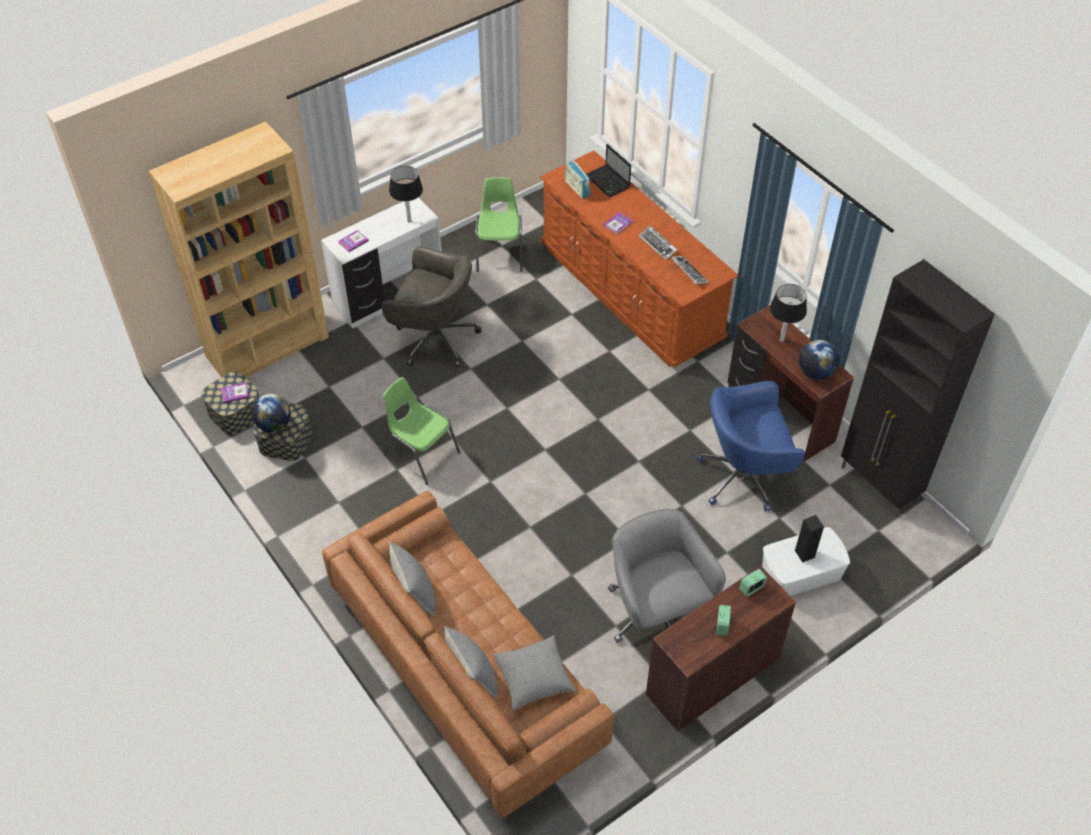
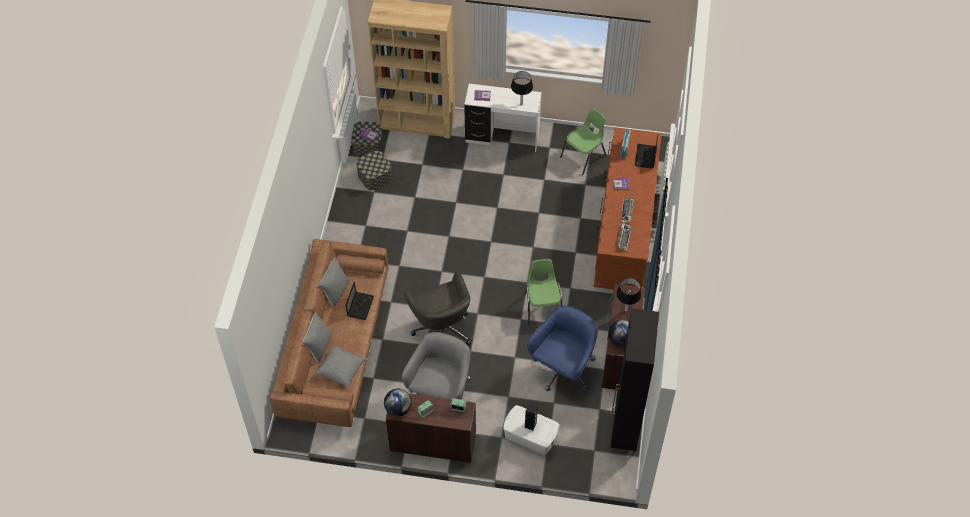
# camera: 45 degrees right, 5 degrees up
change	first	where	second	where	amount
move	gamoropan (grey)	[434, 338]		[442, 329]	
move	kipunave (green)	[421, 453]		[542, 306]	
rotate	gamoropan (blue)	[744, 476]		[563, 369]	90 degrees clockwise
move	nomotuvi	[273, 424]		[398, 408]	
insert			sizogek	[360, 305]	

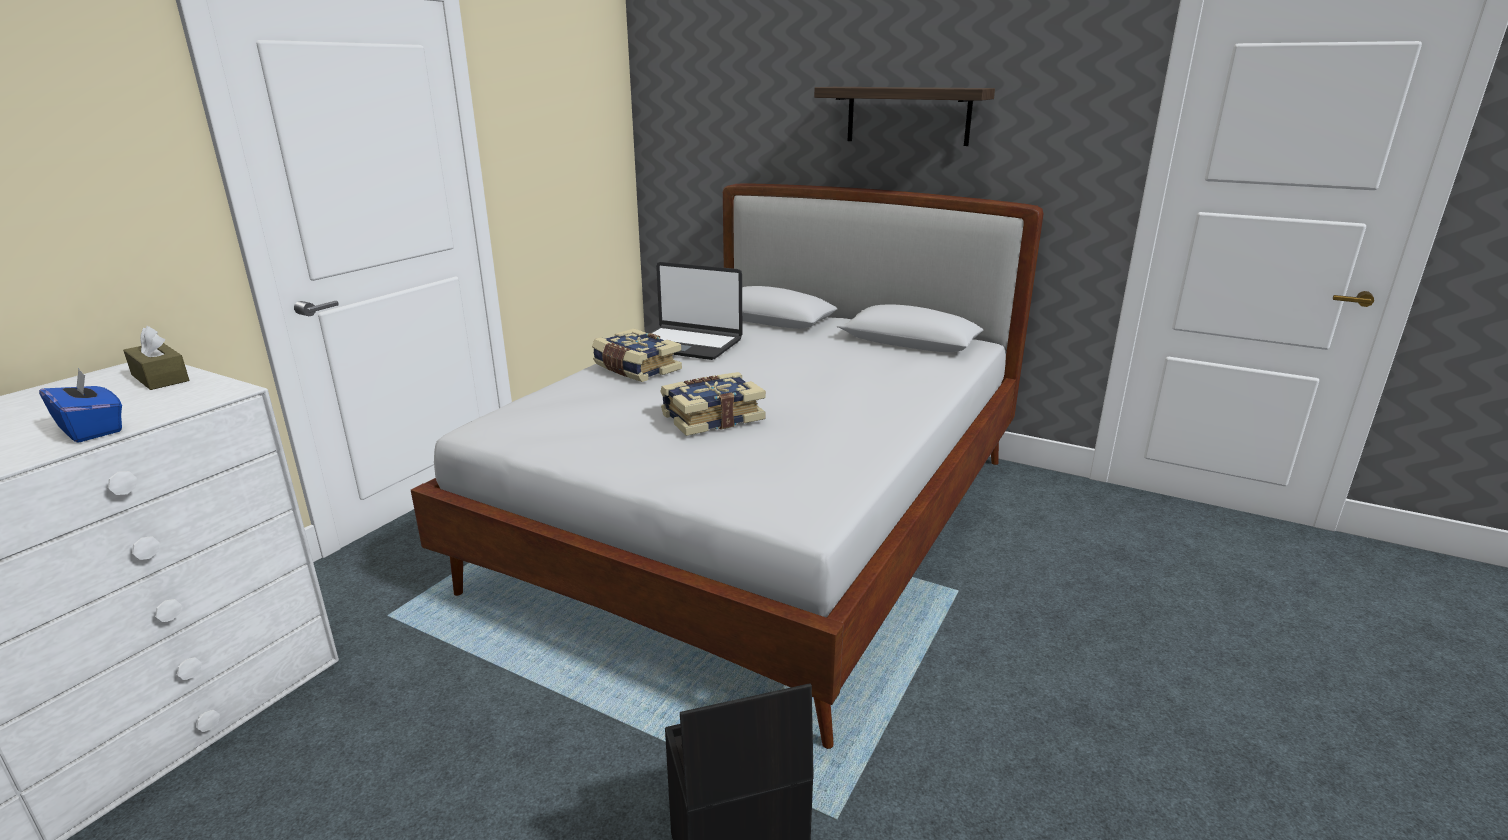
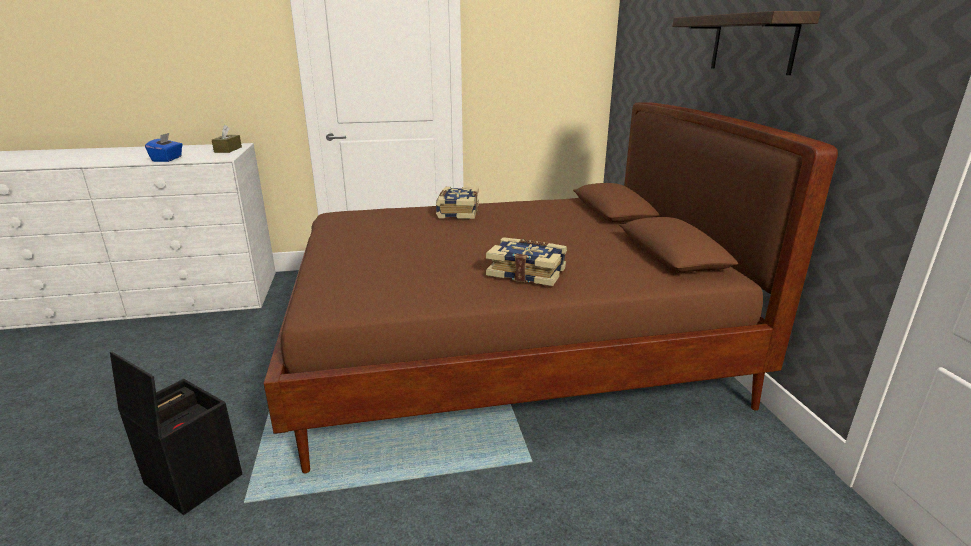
# camera: 50 degrees right, 0 degrees up
change	first	where	second	where	amount
recolor	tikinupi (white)	[766, 522]	tikinupi (brown)	[506, 351]	
delete	sizogek	[687, 344]			
move	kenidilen	[712, 417]		[527, 272]	

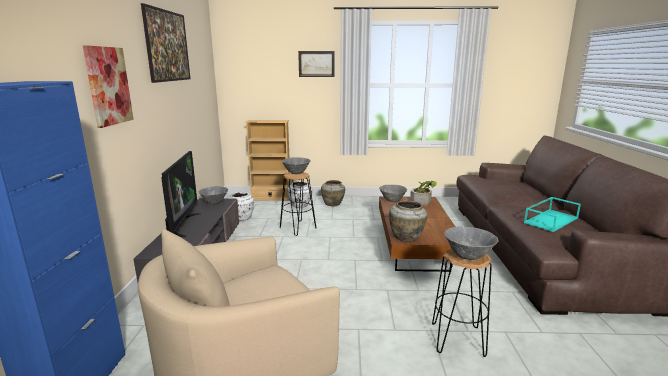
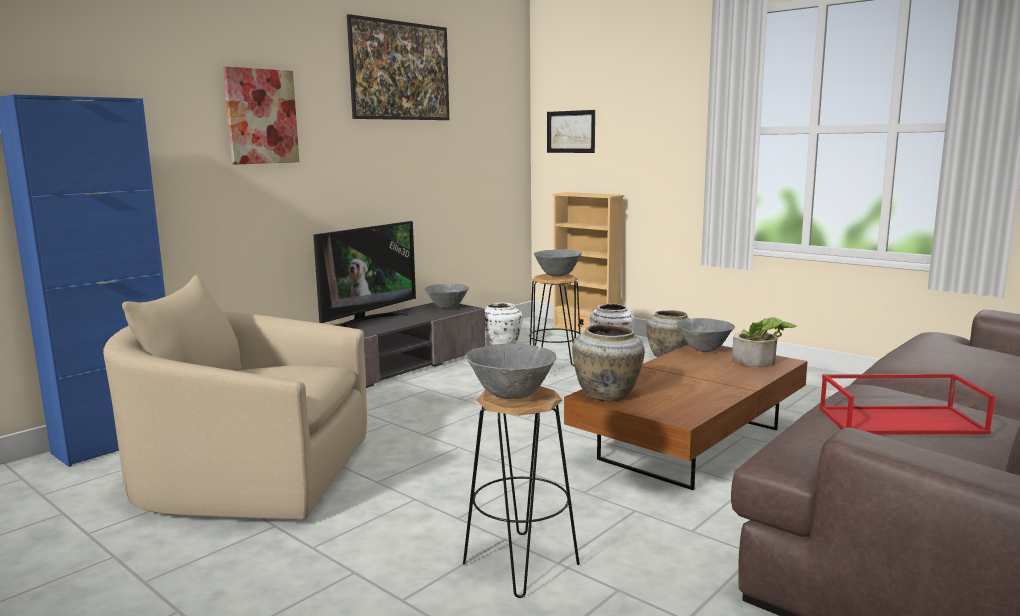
# camera: 40 degrees right, 5 degrees down
change	first	where	second	where	amount
move	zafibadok	[316, 64]		[571, 131]	
recolor	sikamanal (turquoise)	[550, 220]	sikamanal (red)	[901, 420]	

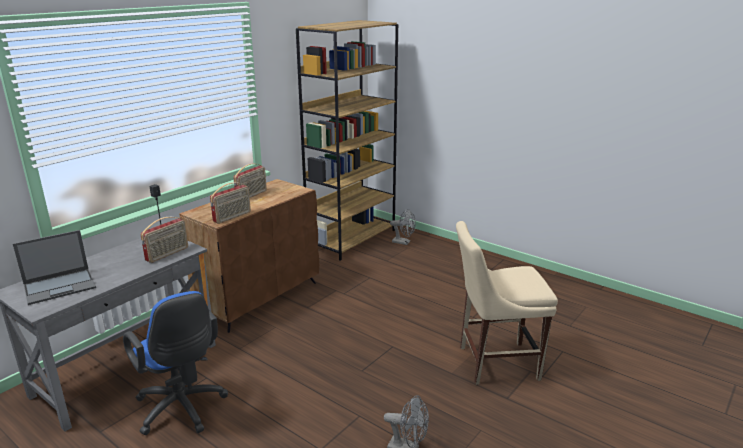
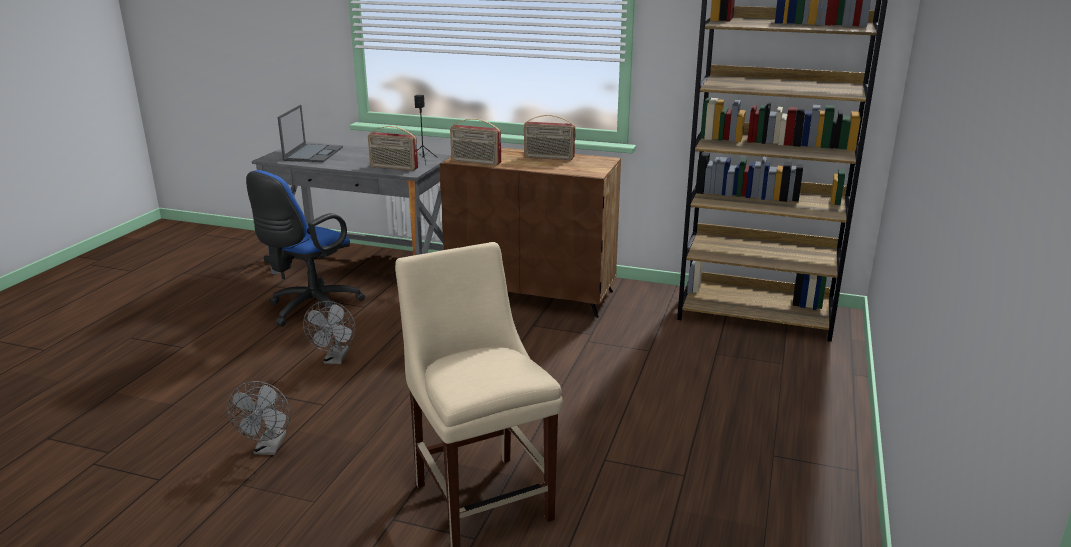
# camera: 70 degrees right, 0 degrees up
change	first	where	second	where	amount
move	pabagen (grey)	[403, 242]		[335, 360]	
rotate	sizogek	[60, 286]		[313, 153]	120 degrees counterclockwise

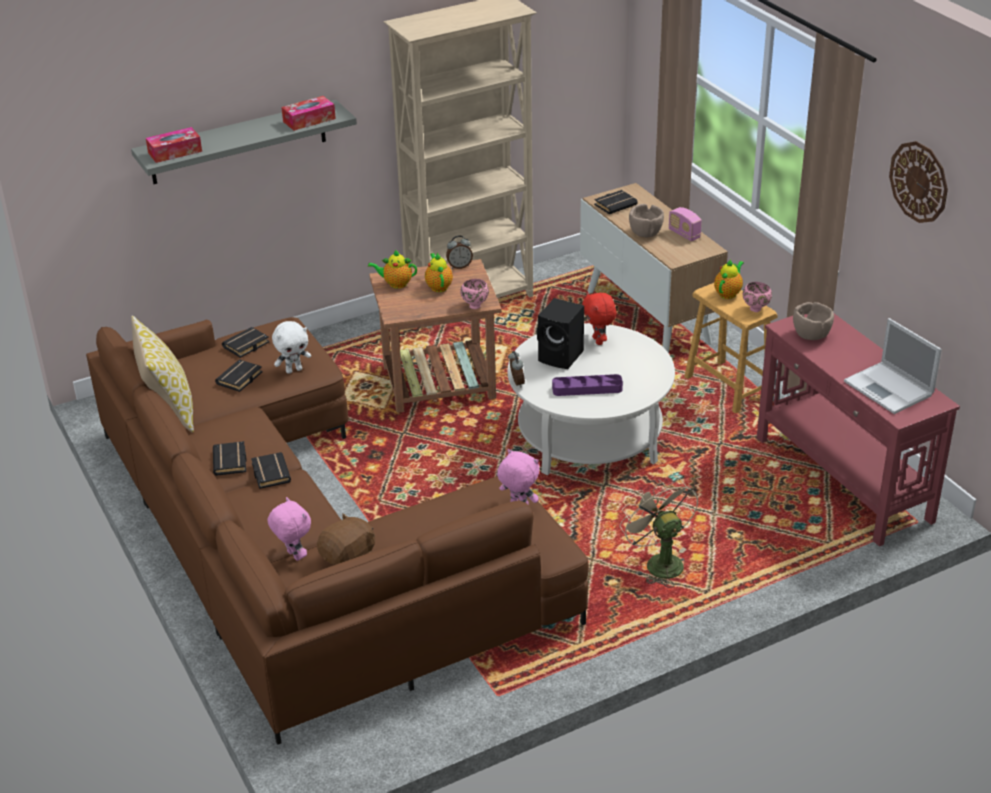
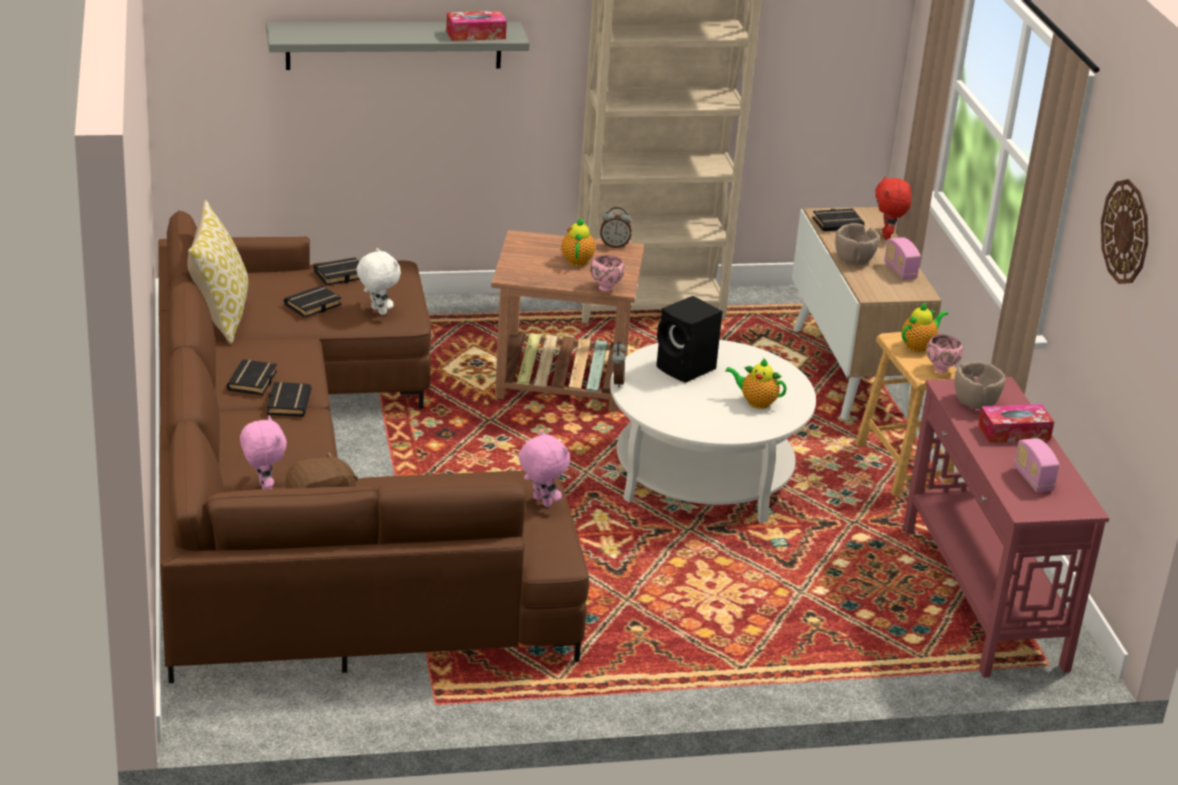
# camera: 15 degrees right, 5 degrees down
change	first	where	second	where	amount
move	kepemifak	[175, 152]		[1014, 432]	
move	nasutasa	[395, 284]		[756, 402]	
move	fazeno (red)	[599, 341]		[887, 236]	
replace	sizogek	[889, 389]	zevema	[1033, 479]	
rotate	fazeno (white)	[294, 370]		[377, 311]	120 degrees counterclockwise
delete	sikamanal (purple)	[587, 388]			
delete	pabagen (beige)	[658, 562]			

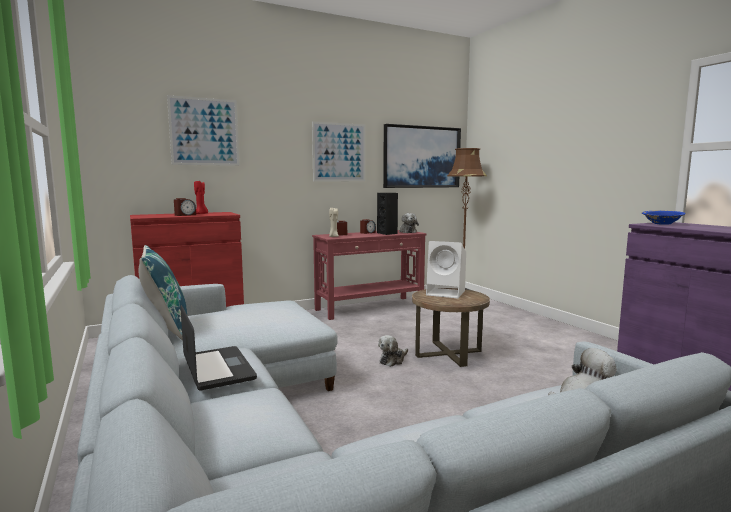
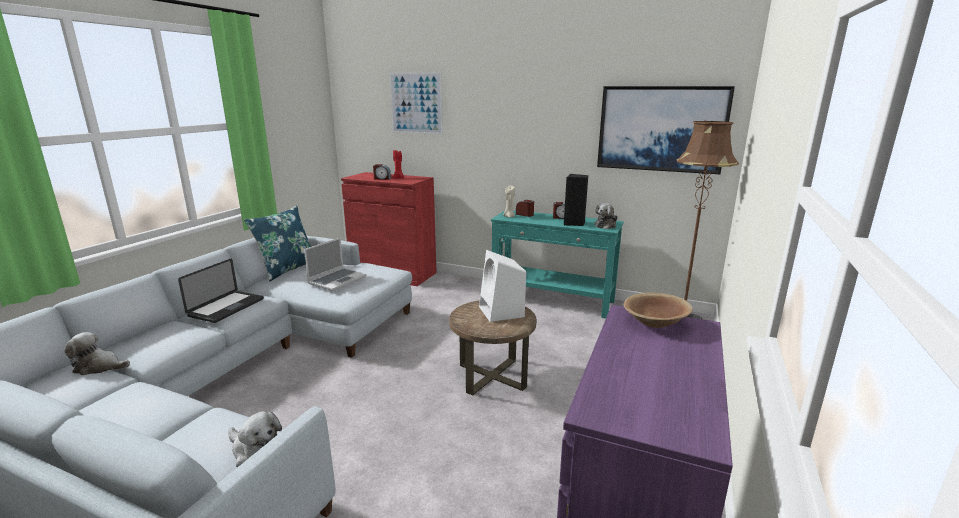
# camera: 50 degrees right, 10 degrees up
change	first	where	second	where	amount
delete	zafibadok	[339, 152]			
recolor	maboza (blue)	[662, 224]	maboza (brown)	[654, 322]	
recolor	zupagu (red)	[370, 308]	zupagu (turquoise)	[552, 300]	
move	fazeno	[393, 360]		[99, 367]	
insert			sizogek	[337, 280]	

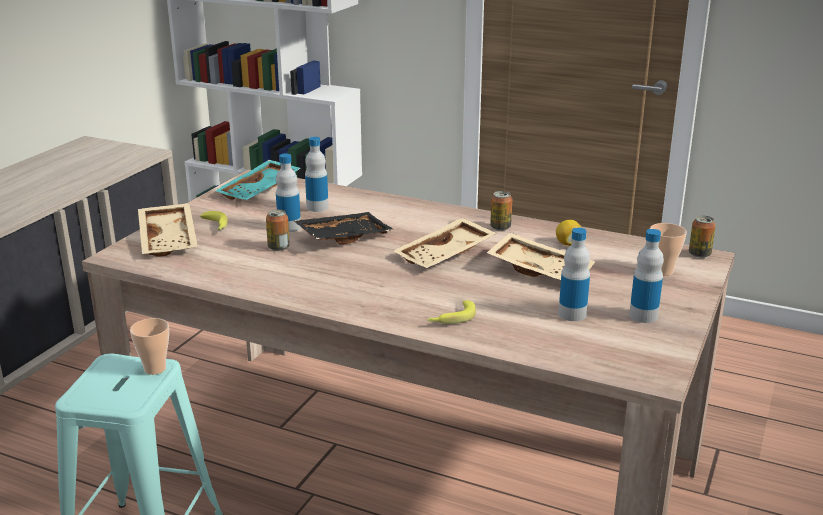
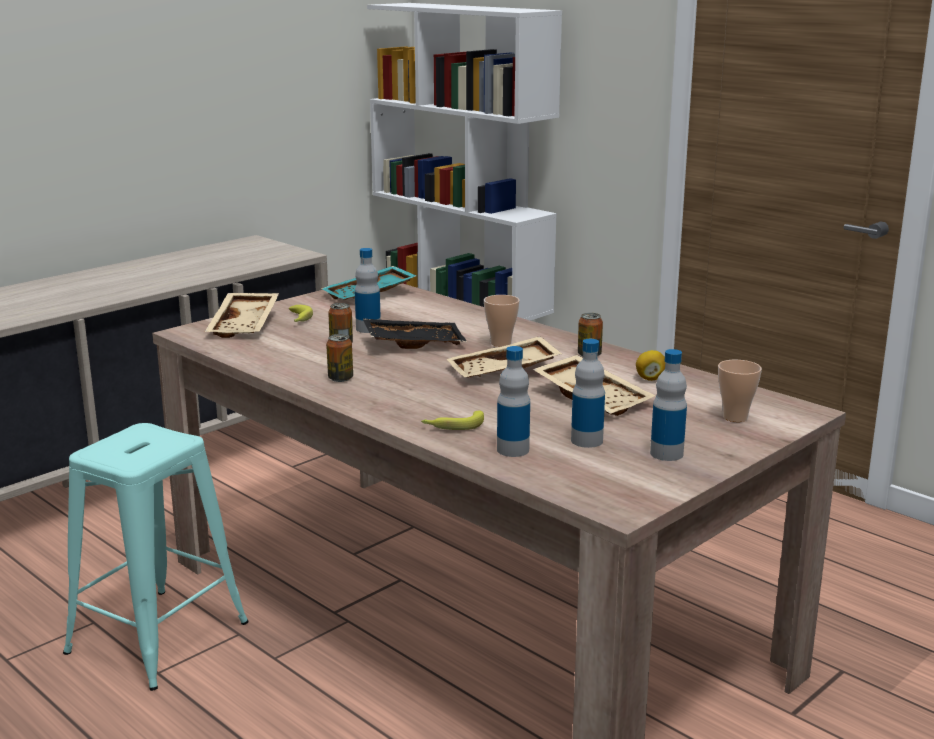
# camera: 20 degrees right, 5 degrees down
change	first	where	second	where	amount
move	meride	[317, 207]		[513, 450]	
move	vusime	[699, 254]		[340, 378]	
move	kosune	[155, 369]		[501, 343]	

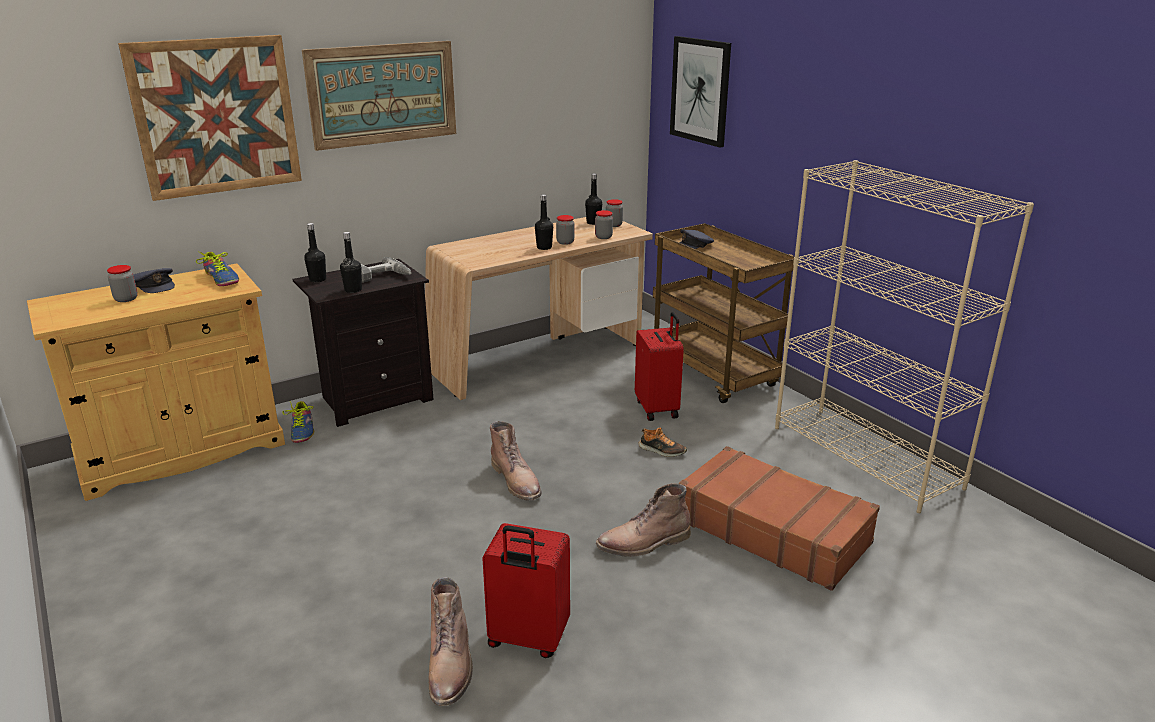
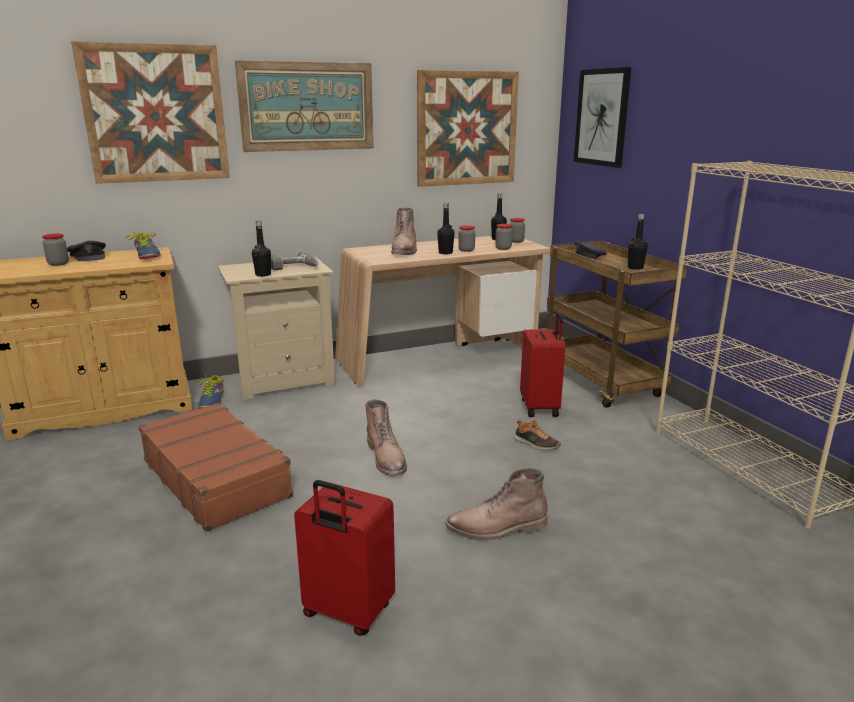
# camera: 10 degrees right, 5 degrees down
change	first	where	second	where	amount
move	meride (black)	[317, 279]		[635, 268]	
recolor	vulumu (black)	[374, 399]	vulumu (beige)	[284, 380]	
move	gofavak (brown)	[772, 530]		[216, 478]	
move	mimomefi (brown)	[451, 664]		[405, 251]	
insert			zafibadok	[467, 129]	

